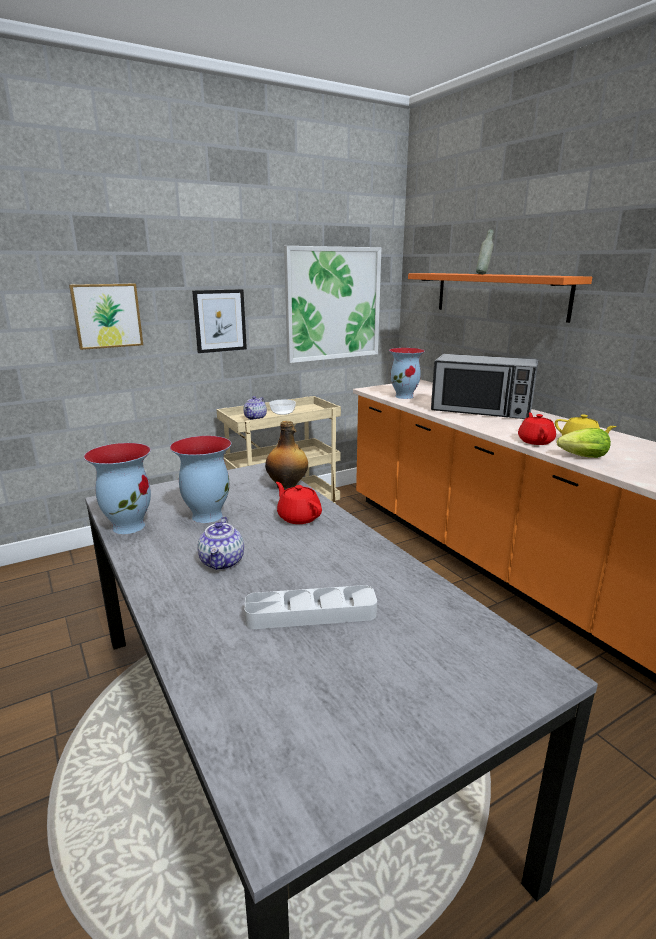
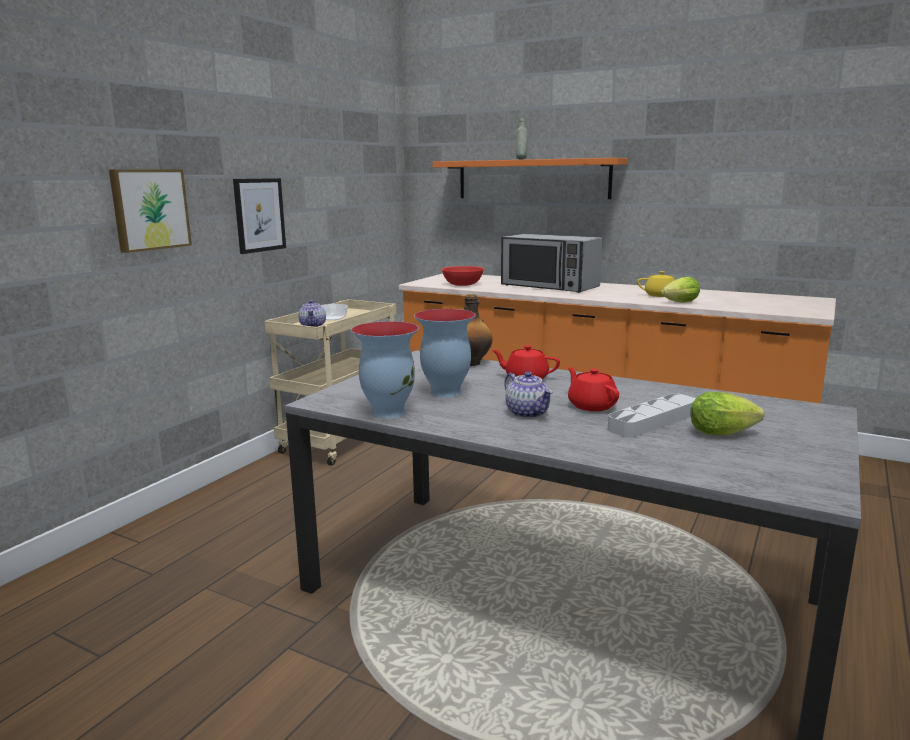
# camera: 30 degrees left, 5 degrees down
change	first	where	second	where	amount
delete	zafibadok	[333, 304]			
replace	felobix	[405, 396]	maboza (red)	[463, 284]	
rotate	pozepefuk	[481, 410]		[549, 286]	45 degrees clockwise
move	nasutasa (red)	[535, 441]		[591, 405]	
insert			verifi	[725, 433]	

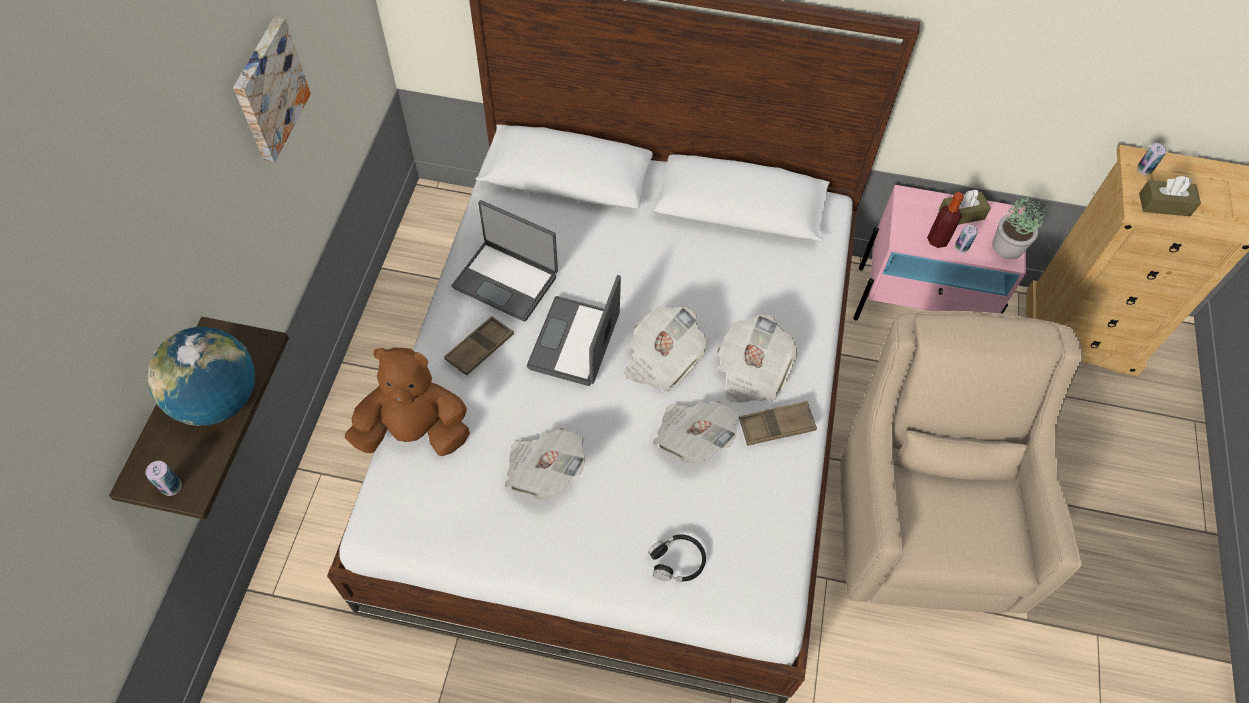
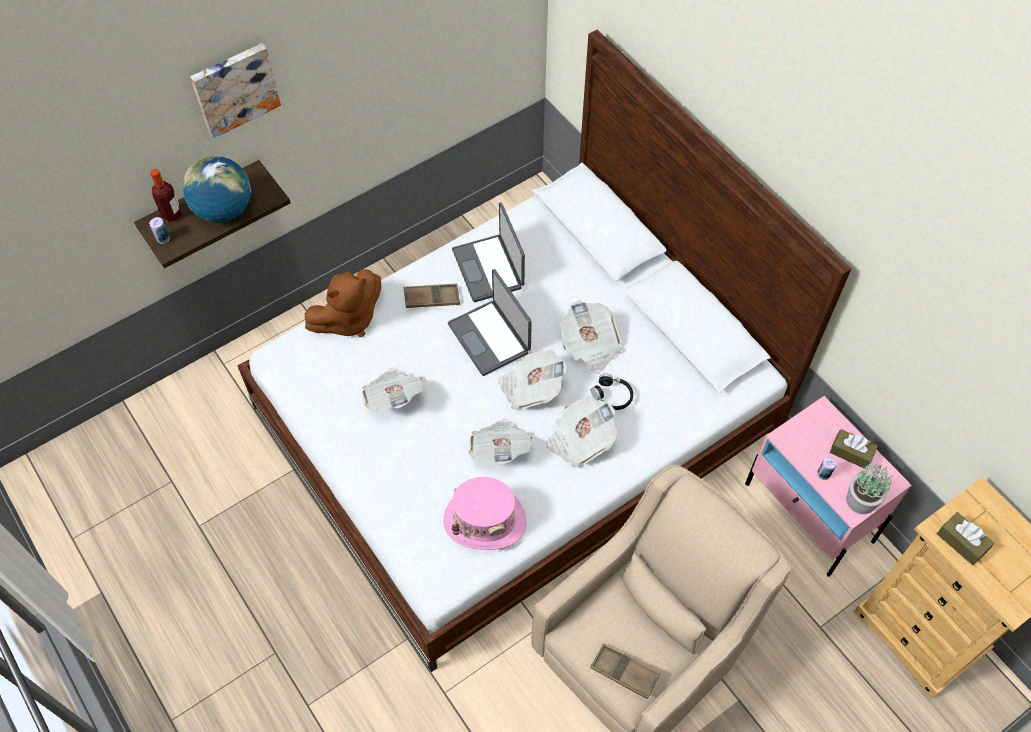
# camera: 45 degrees right, 0 degrees up
change	first	where	second	where	amount
move	zafibadok	[268, 89]		[234, 88]	
delete	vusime	[1144, 169]			
move	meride	[937, 240]		[172, 215]	
rotate	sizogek	[576, 342]		[490, 338]	90 degrees counterclockwise
rotate	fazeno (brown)	[415, 432]		[348, 319]	105 degrees clockwise
move	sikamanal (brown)	[776, 426]		[624, 672]	
move	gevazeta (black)	[677, 561]		[612, 396]	
insert			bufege	[590, 346]	
insert			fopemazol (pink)	[485, 521]	

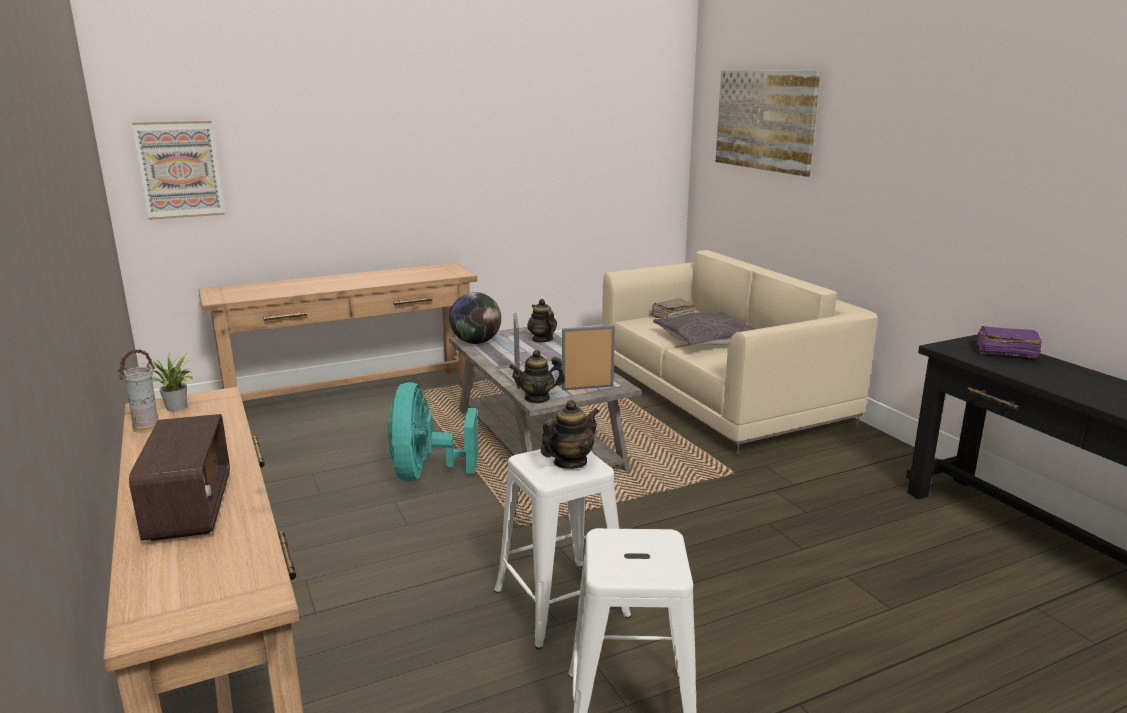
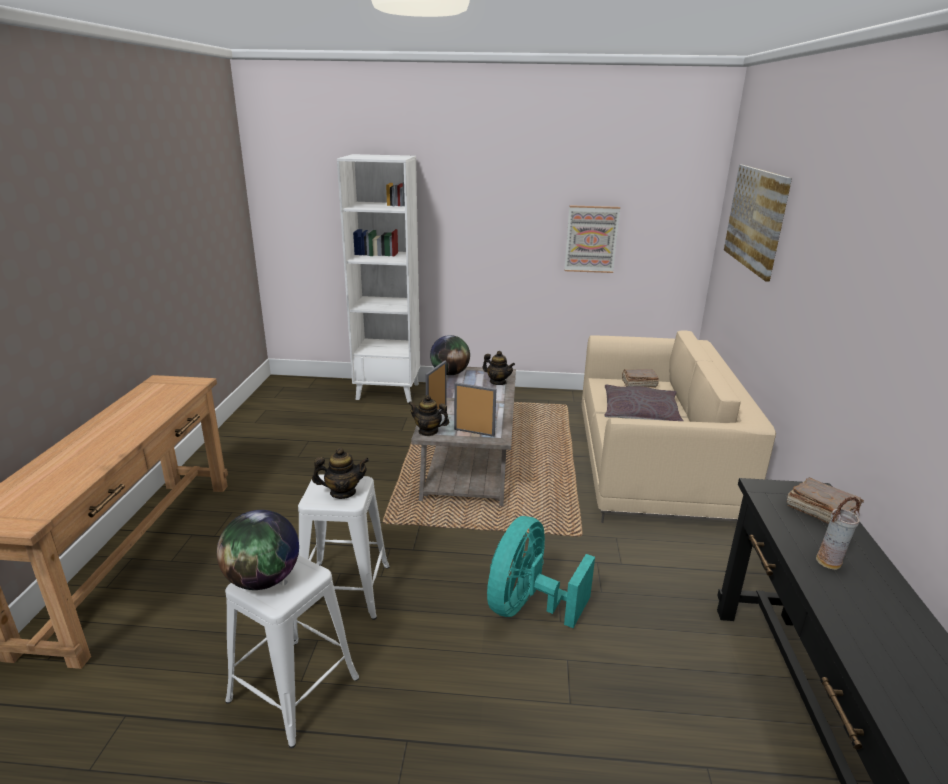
# camera: 30 degrees right, 5 degrees up
change	first	where	second	where	amount
move	zafibadok	[179, 169]		[591, 239]	
replace	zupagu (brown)	[353, 397]	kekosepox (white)	[388, 391]	
rotate	nasutasa	[542, 339]		[498, 382]	120 degrees clockwise
recolor	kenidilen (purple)	[1005, 352]	kenidilen (brown)	[820, 511]	
move	felobix	[147, 428]		[829, 563]	
delete	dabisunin	[177, 408]			
move	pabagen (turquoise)	[426, 473]		[528, 606]	
delete	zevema	[189, 508]			
insert			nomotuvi	[263, 580]	

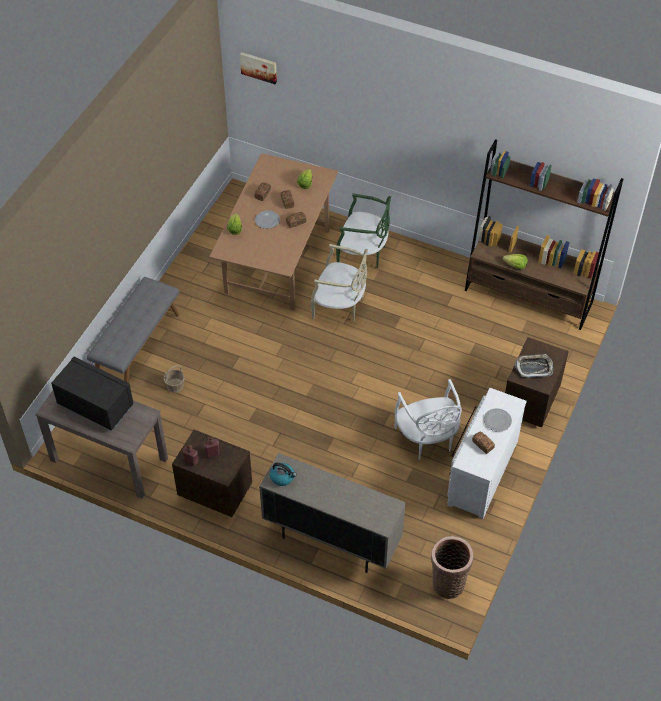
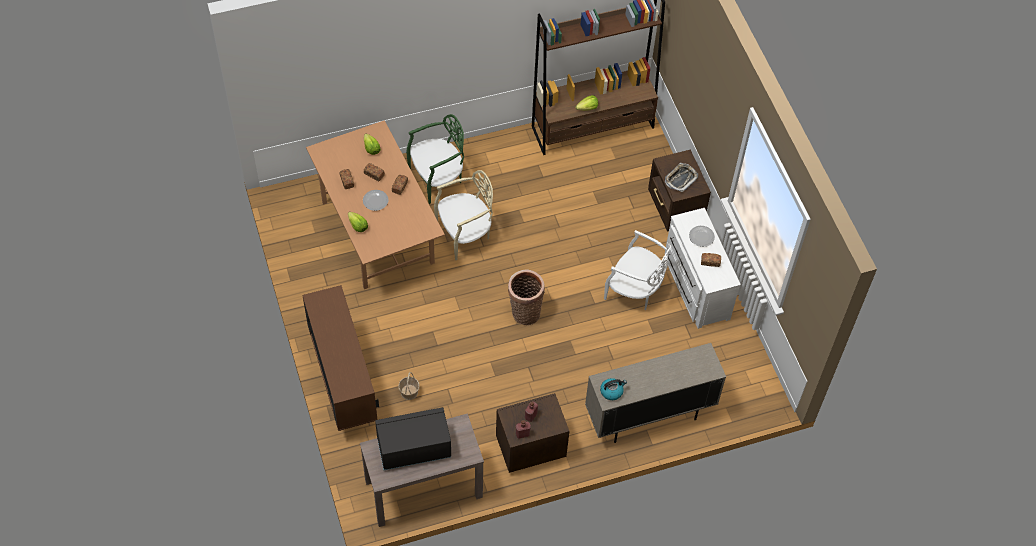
# camera: 45 degrees left, 5 degrees up
change	first	where	second	where	amount
delete	zafibadok	[259, 67]			
replace	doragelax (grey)	[137, 346]	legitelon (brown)	[343, 384]	
move	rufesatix	[448, 582]		[524, 311]	

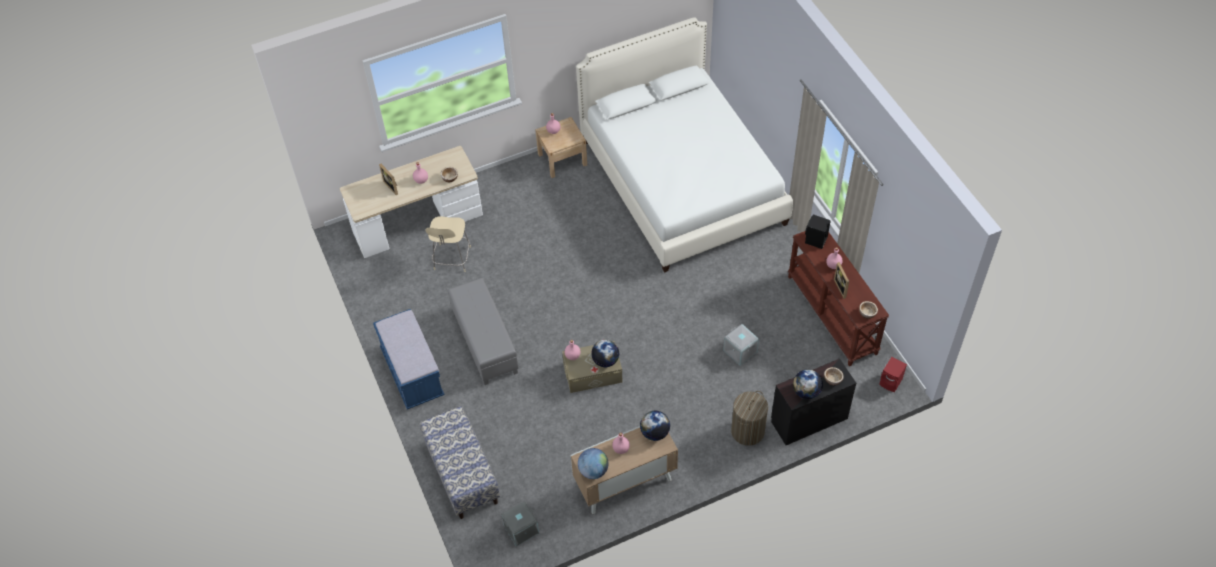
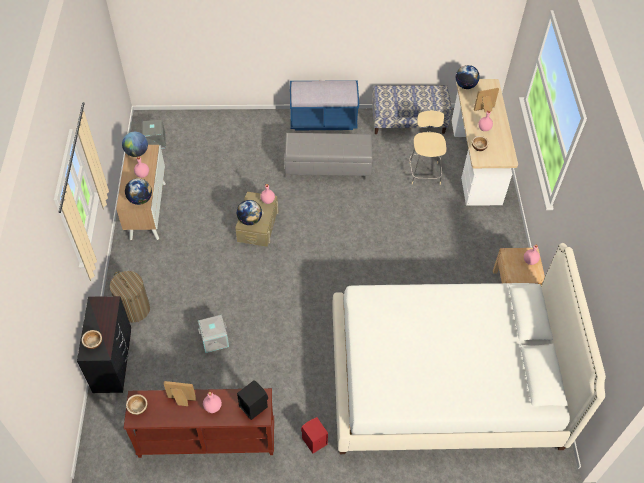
# camera: 110 degrees right, 0 degrees up
change	first	where	second	where	amount
rotate	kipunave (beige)	[452, 259]		[424, 172]	60 degrees clockwise
move	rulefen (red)	[891, 382]		[313, 441]	
move	nomotuvi	[806, 392]		[465, 85]	
move	doragelax	[462, 473]		[408, 122]	

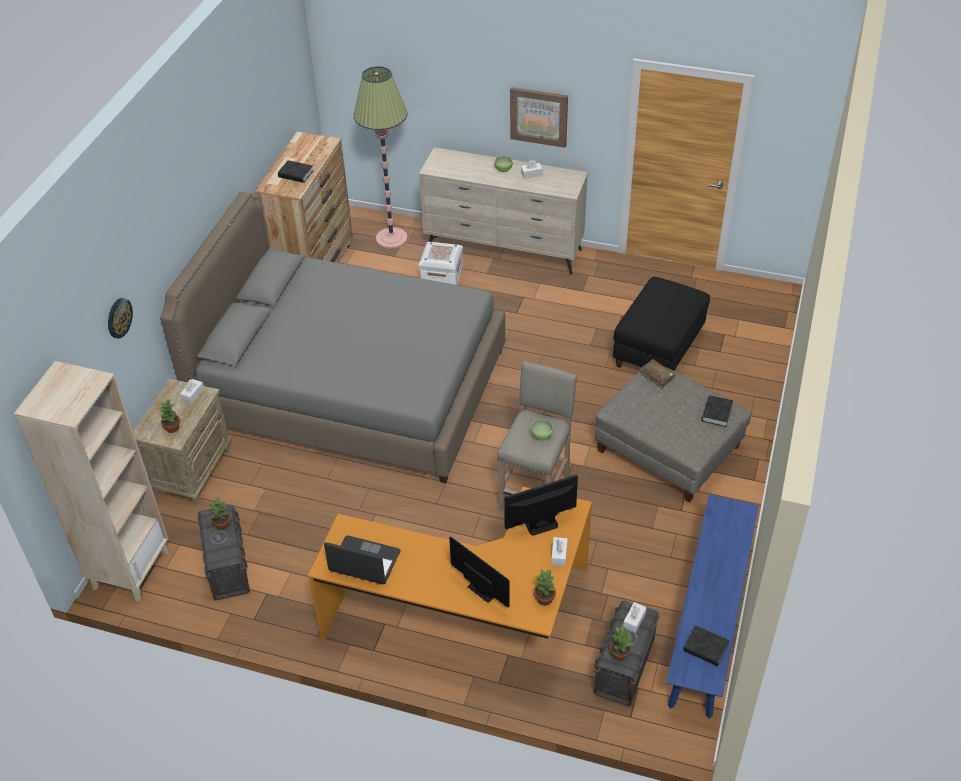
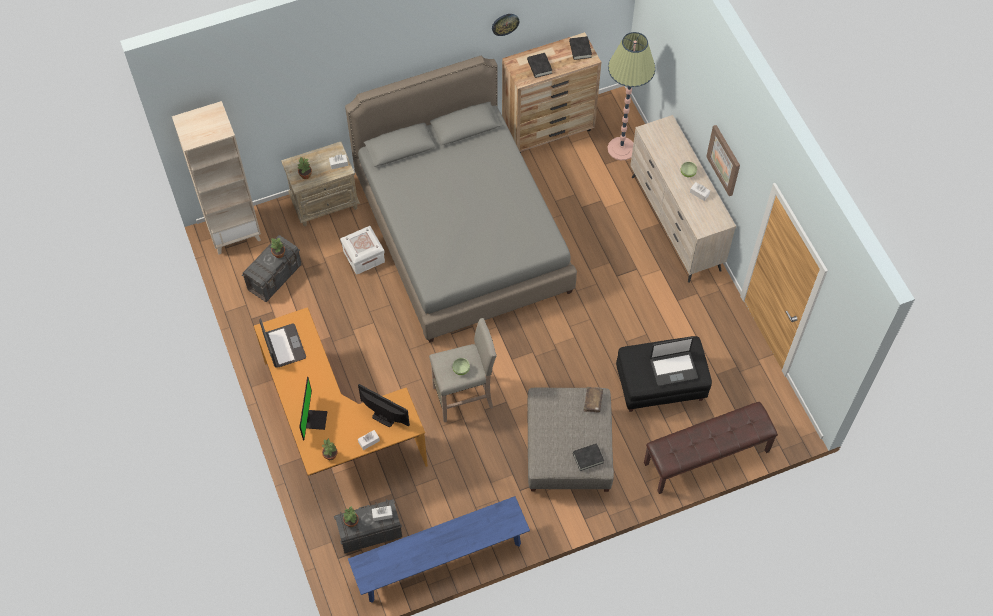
# camera: 50 degrees right, 15 degrees up
change	first	where	second	where	amount
move	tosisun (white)	[441, 275]		[364, 256]	
move	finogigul	[119, 318]		[505, 24]	
move	kenidilen (black)	[705, 648]		[580, 49]	
insert			sizogek	[673, 368]	
insert			doragelax (brown)	[706, 458]	

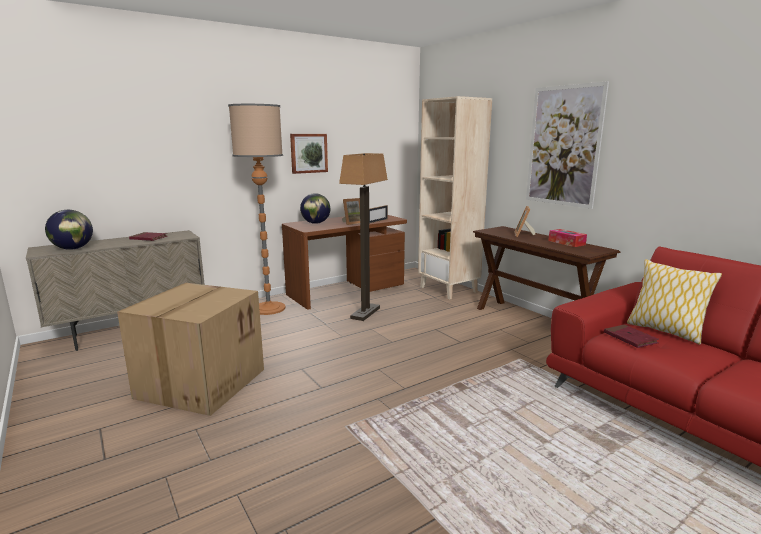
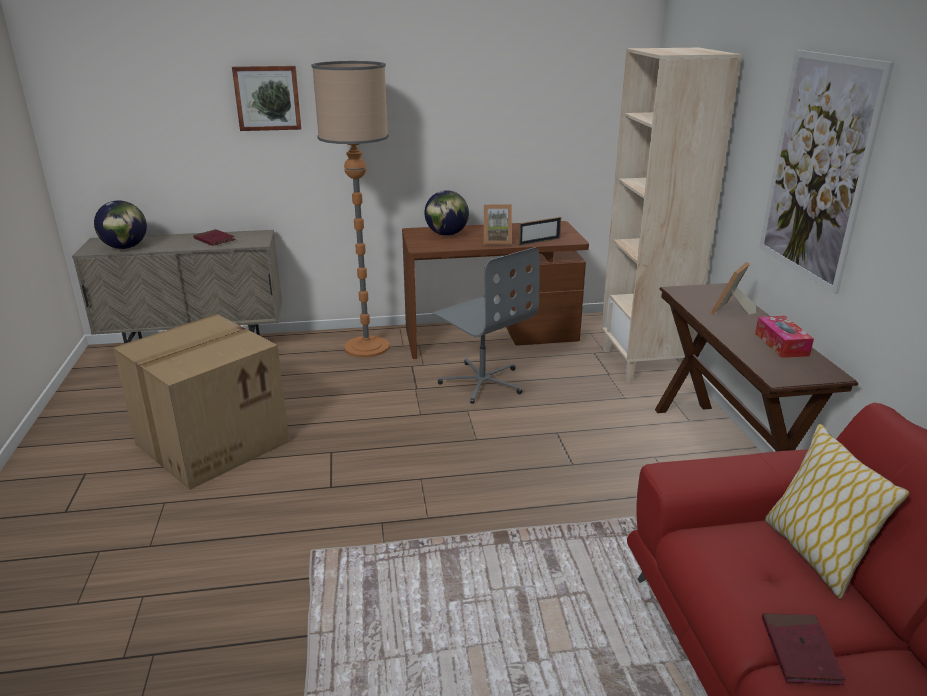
# camera: 25 degrees right, 10 degrees up
change	first	where	second	where	amount
move	zafibadok	[308, 153]		[267, 98]	
replace	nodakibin	[365, 313]	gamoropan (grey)	[482, 382]	
move	kenidilen (red)	[630, 338]		[800, 651]	

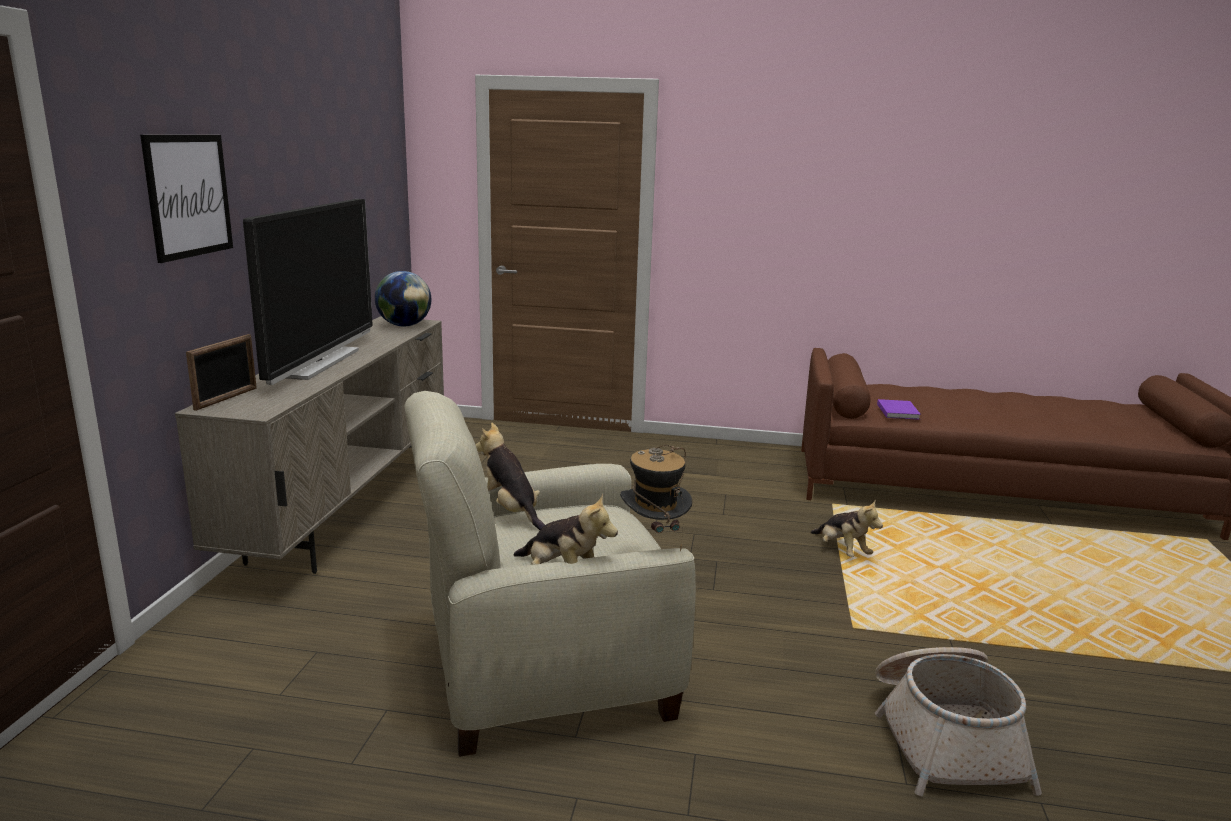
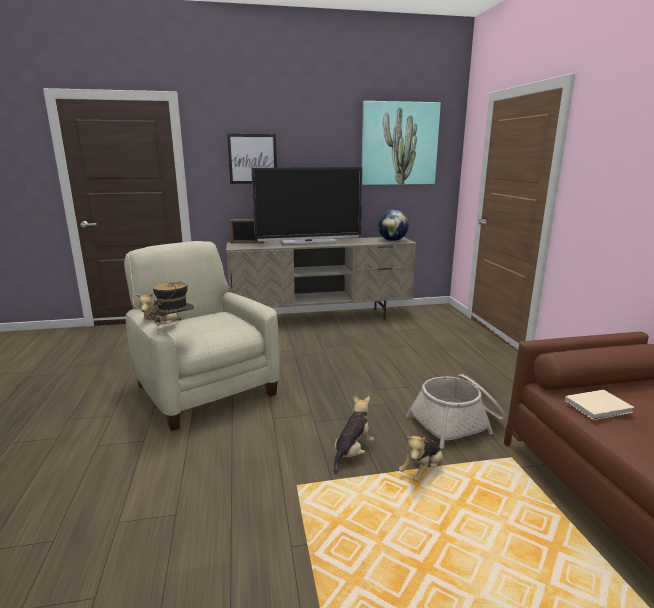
# camera: 70 degrees right, 0 degrees up
change	first	where	second	where	amount
recolor	kenidilen (purple)	[898, 411]	kenidilen (beige)	[599, 407]	
move	fazeno	[511, 511]		[352, 453]	
move	rufesatix	[944, 737]		[457, 423]	
insert			zafibadok	[399, 144]	

